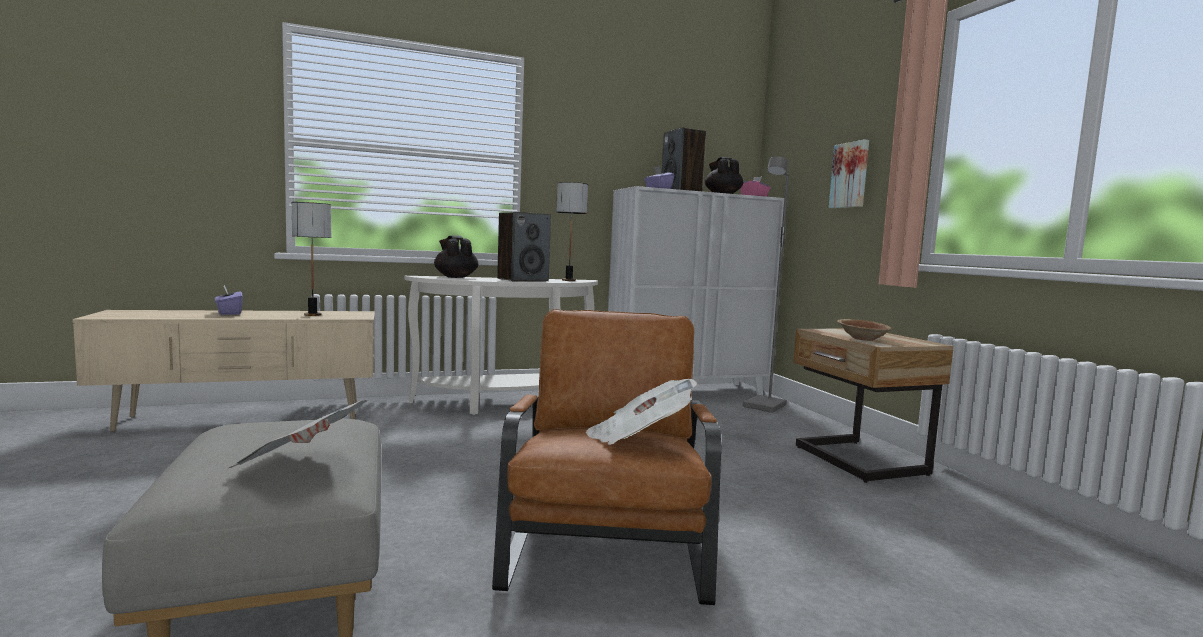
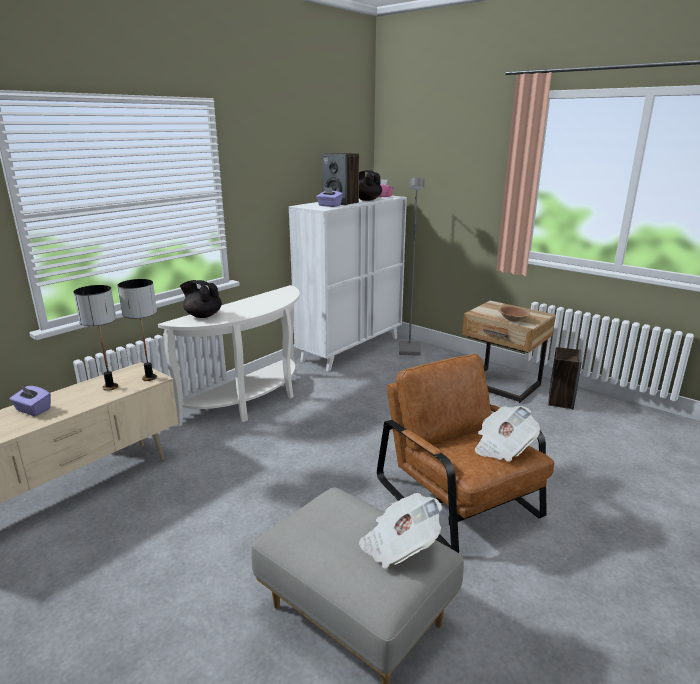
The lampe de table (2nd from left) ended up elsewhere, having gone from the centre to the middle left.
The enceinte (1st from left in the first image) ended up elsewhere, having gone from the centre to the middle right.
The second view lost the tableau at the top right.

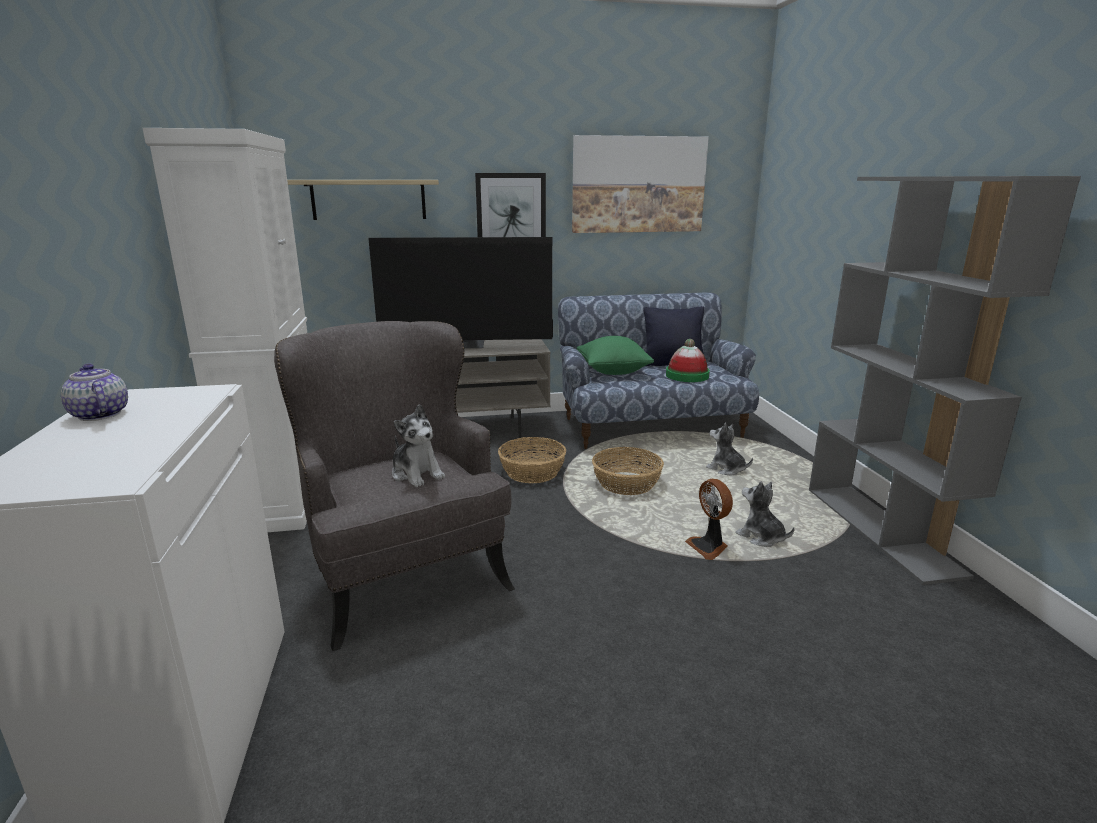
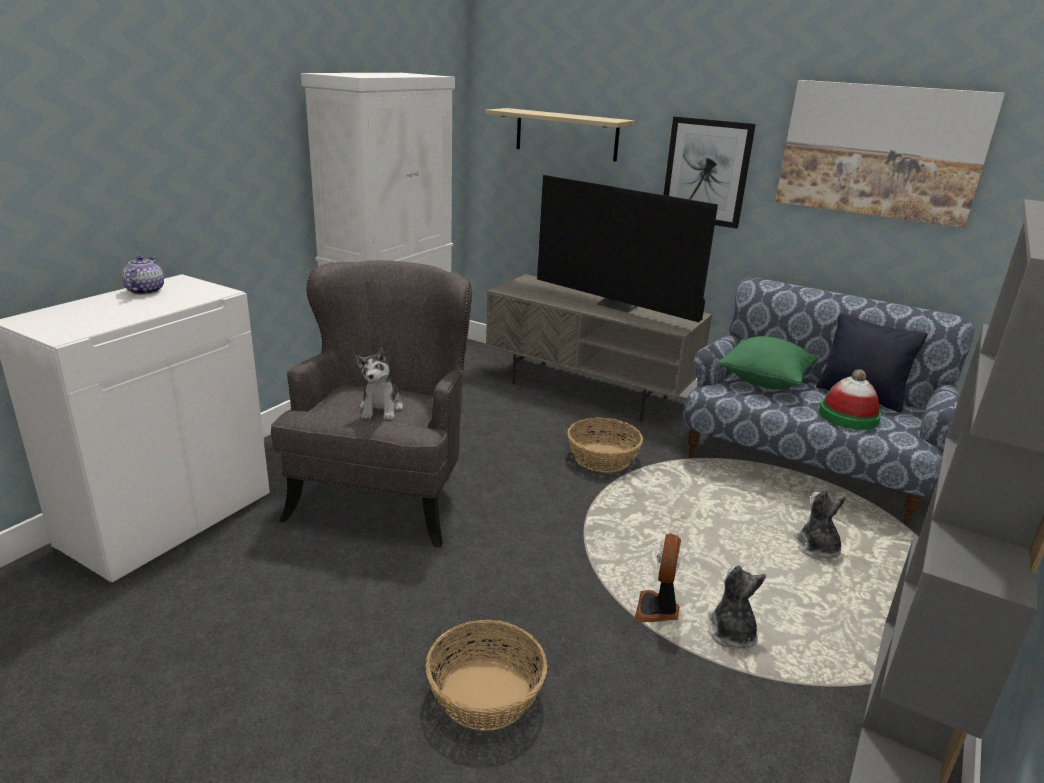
The panier (2nd from left in the first image) ended up elsewhere, having gone from the centre to the bottom centre.

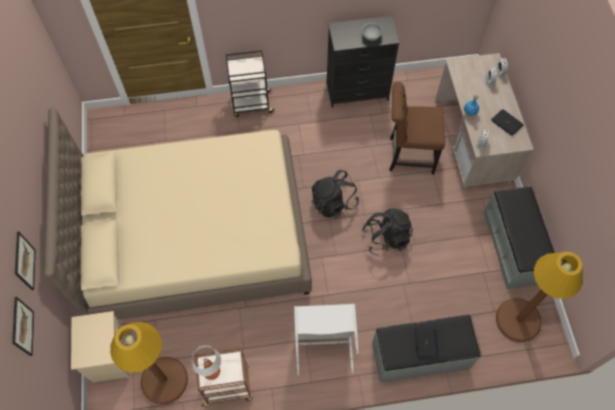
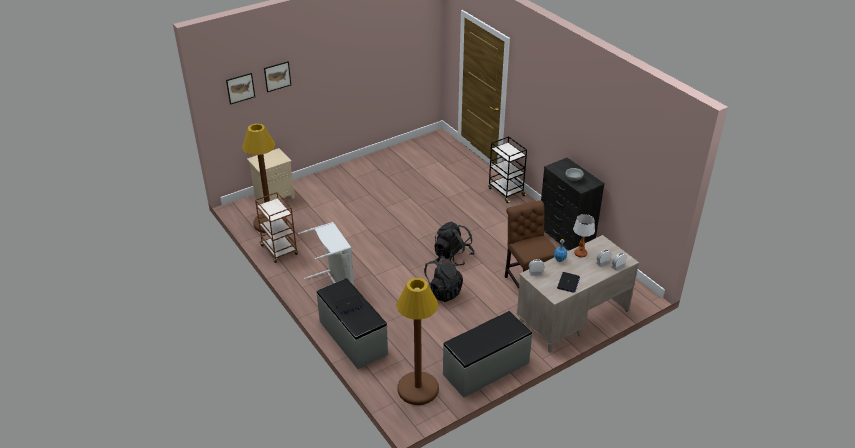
The lampe de table ended up elsewhere, having gone from the bottom centre to the middle right.
The second view lost the lit (beige) at the middle left.

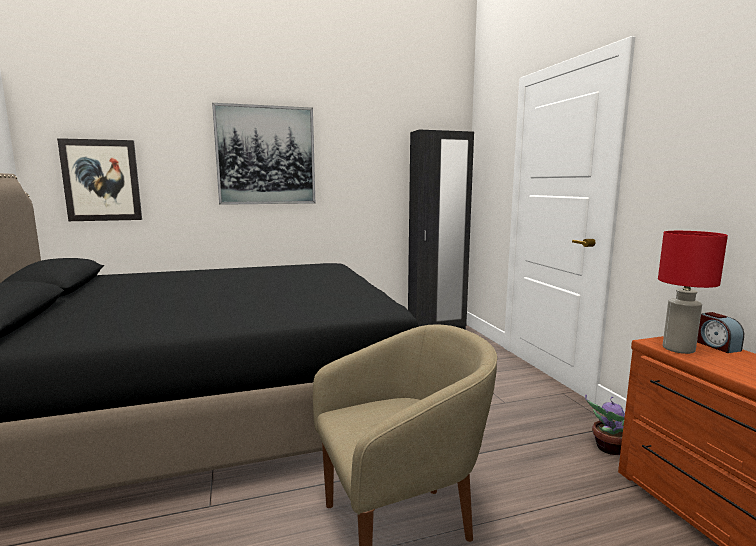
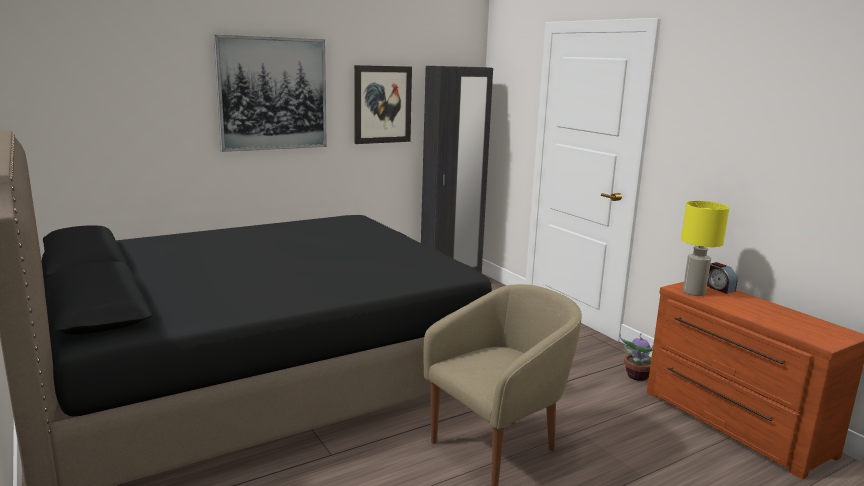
The tableau (1st from left in the first image) ended up elsewhere, having gone from the top left to the top centre.
What was the lampe de table (rouge) at the middle right turned into the lampe de table (jaune) at the middle right.

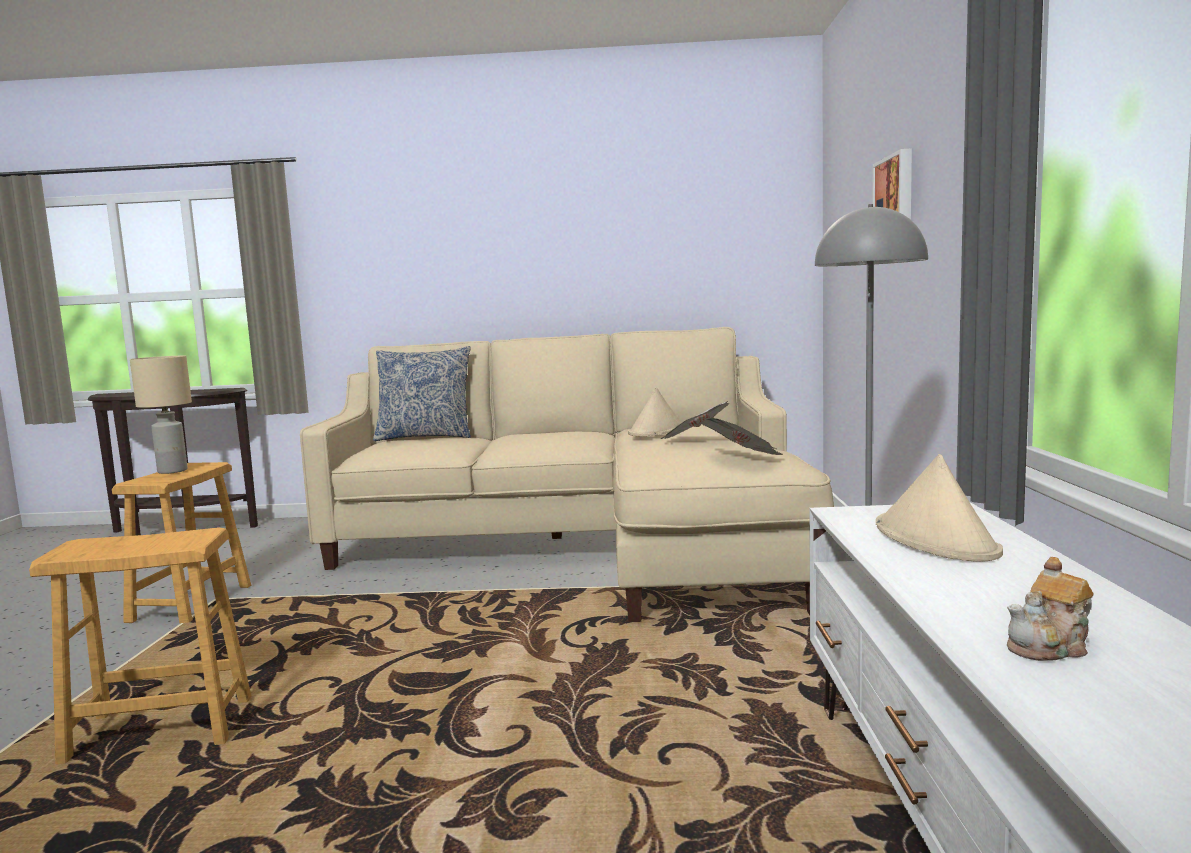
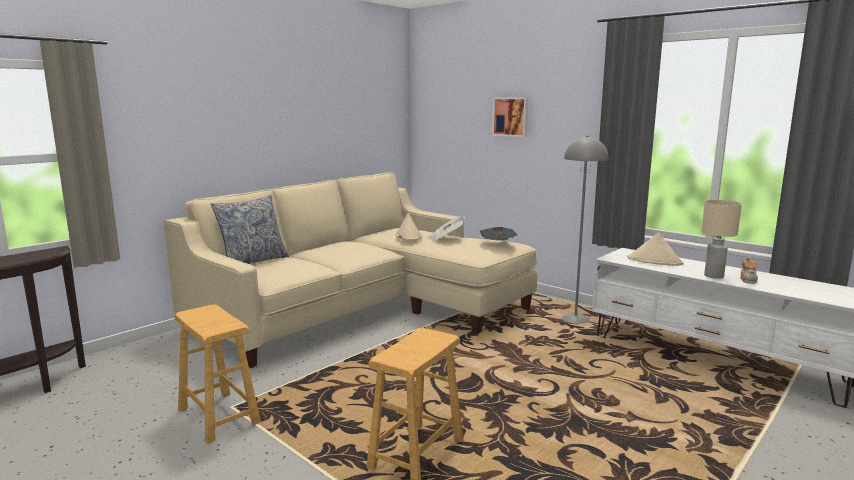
The lampe de table (beige) ended up elsewhere, having gone from the middle left to the middle right.

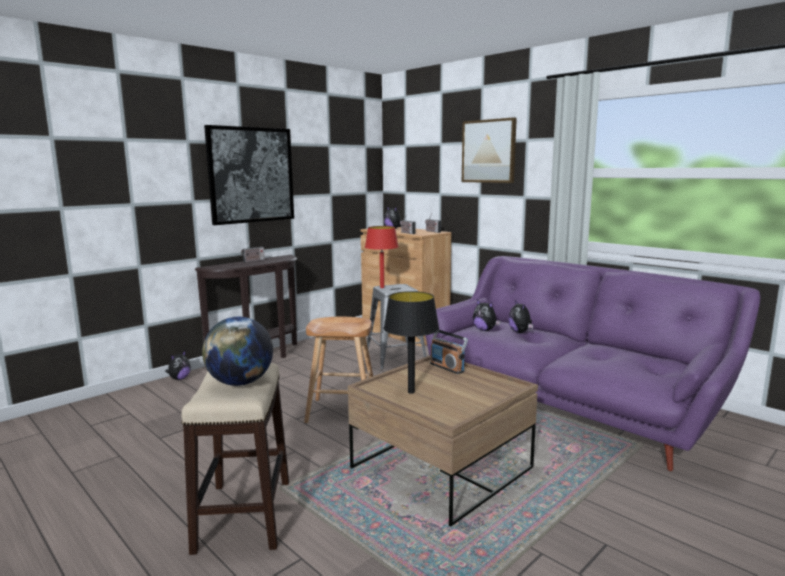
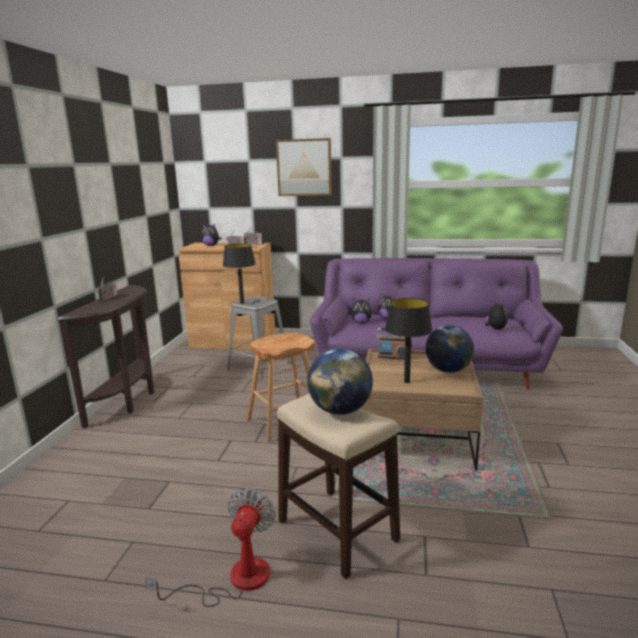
The second view gained the ventilateur at the bottom left.
What was the lampe de table (rouge) at the centre turned into the lampe de table (noir) (1st from left) at the centre.
The second view gained the globe (2nd from left) at the middle right.
The peluche (1st from left in the first image) ended up elsewhere, having gone from the middle left to the middle right.
The second view lost the tableau (1st from left) at the top left.

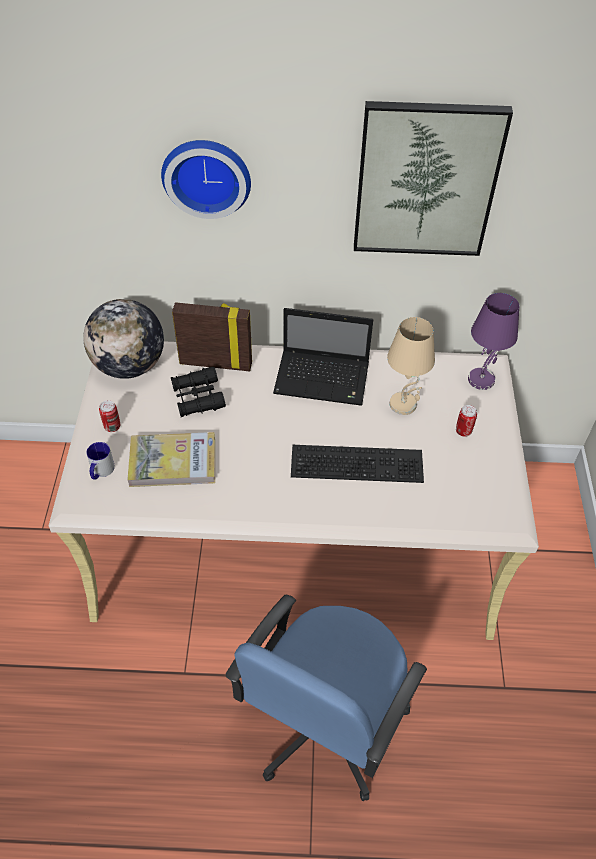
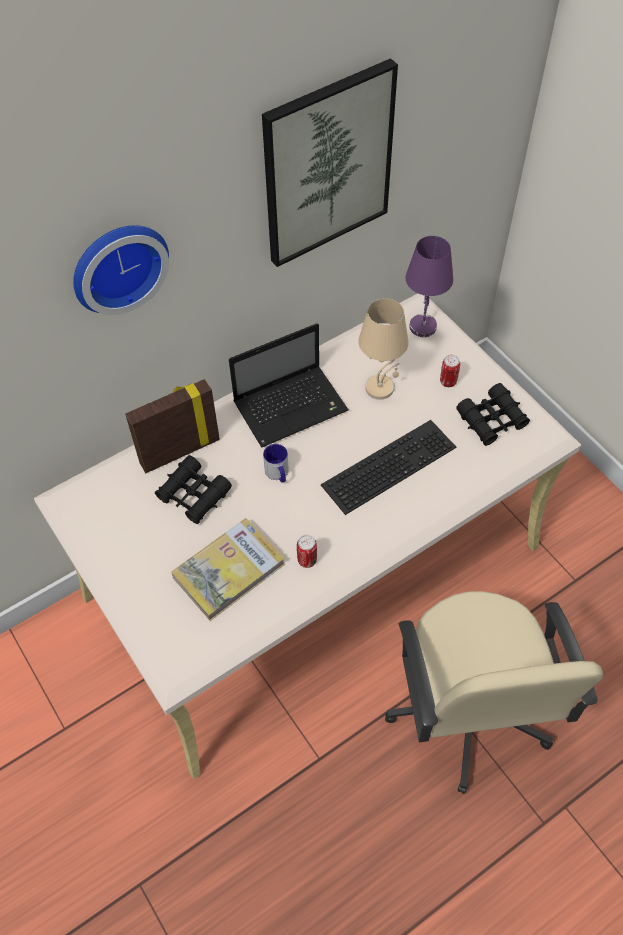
The mug ended up elsewhere, having gone from the middle left to the centre.
The boîte métallique (1st from left) ended up elsewhere, having gone from the middle left to the centre.
What was the chaise de bureau (bleu) at the bottom centre turned into the chaise de bureau (beige) at the bottom right.
The second view gained the jumelles (noir) (2nd from left) at the middle right.
The second view lost the globe at the middle left.

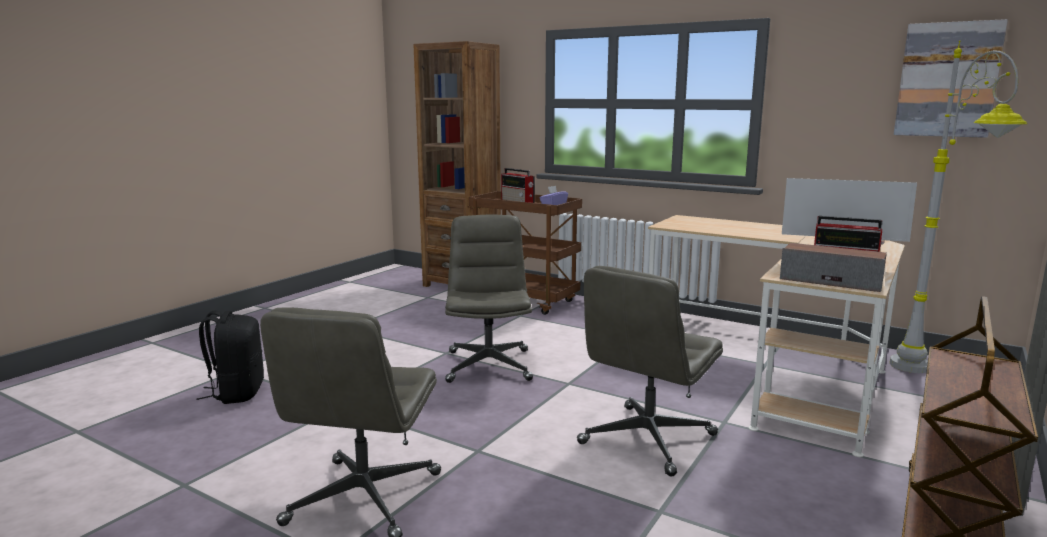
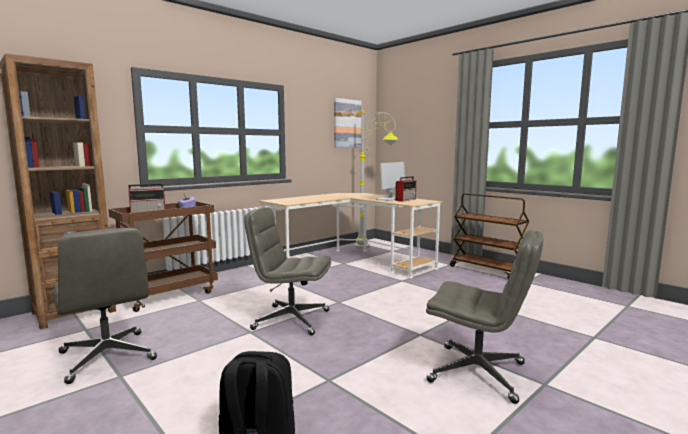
The chaise de bureau (gris) (3rd from left in the first image) ended up elsewhere, having gone from the bottom centre to the bottom left.
The second view lost the enceinte at the middle right.

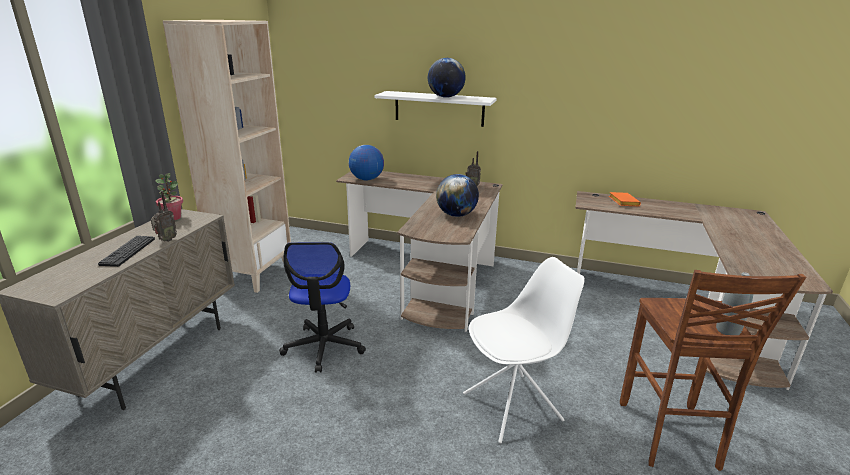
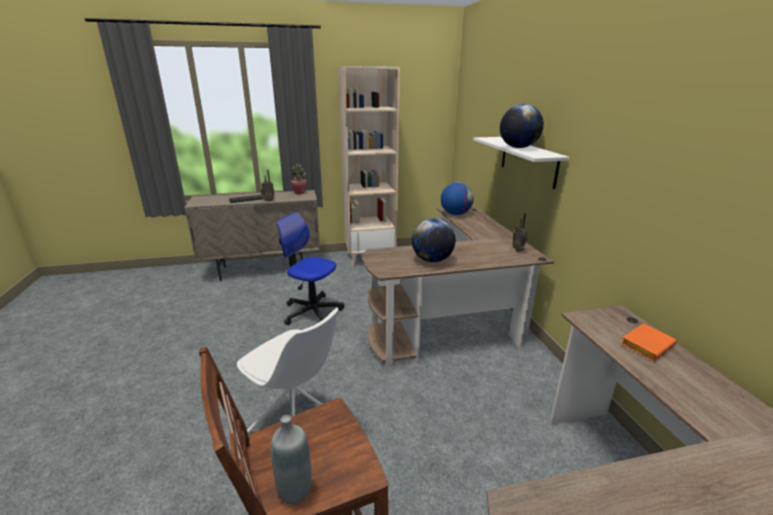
The chaise de bureau at the centre ended up facing another way, 60 degrees clockwise from before.

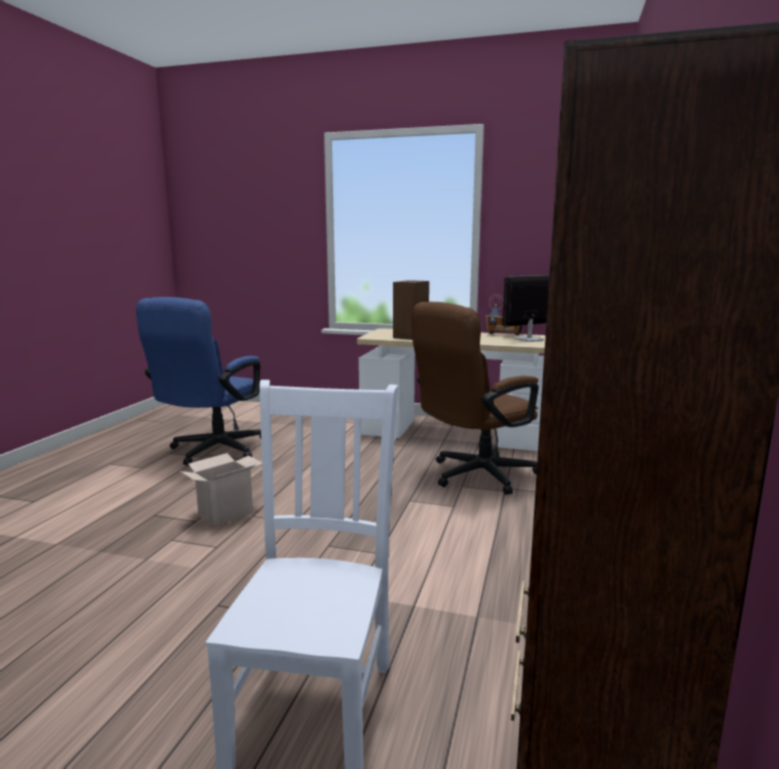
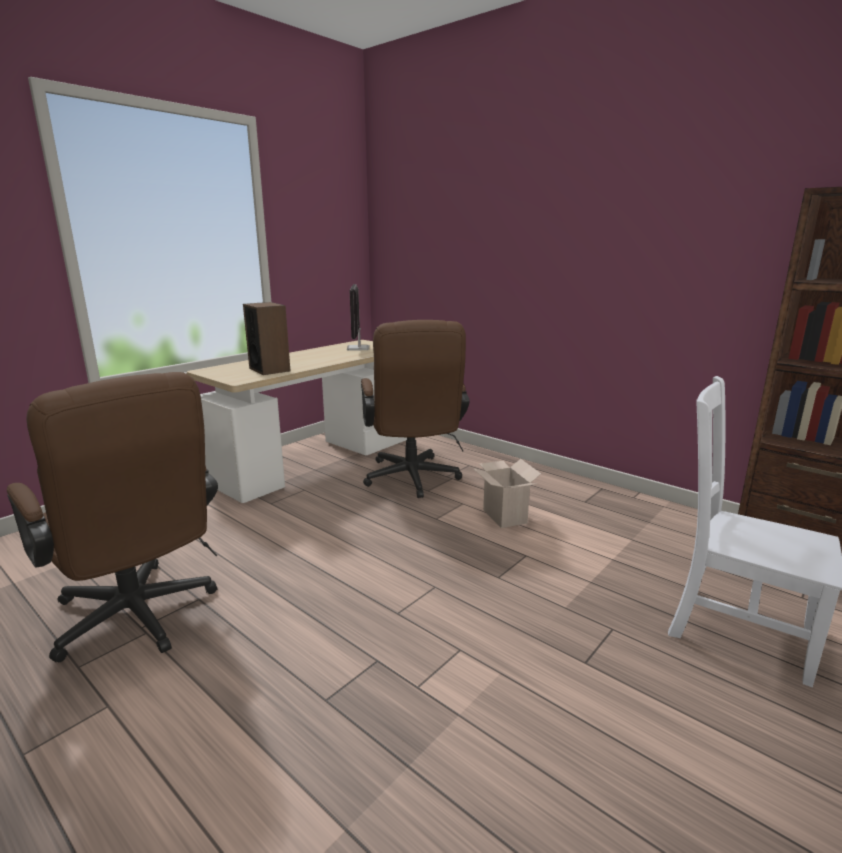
What was the chaise de bureau (bleu) at the middle left turned into the chaise de bureau (marron) (1st from left) at the middle left.
The carton ended up elsewhere, having gone from the middle left to the centre.
The second view lost the radio at the centre.

